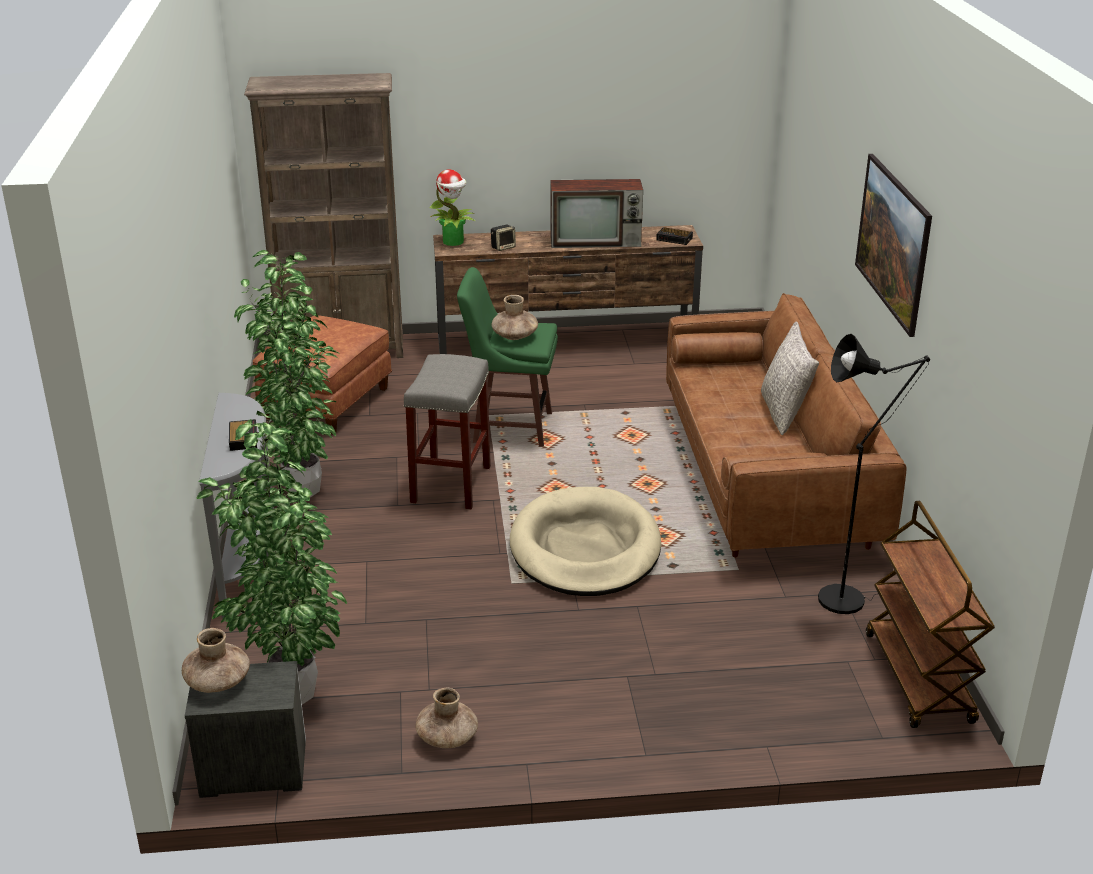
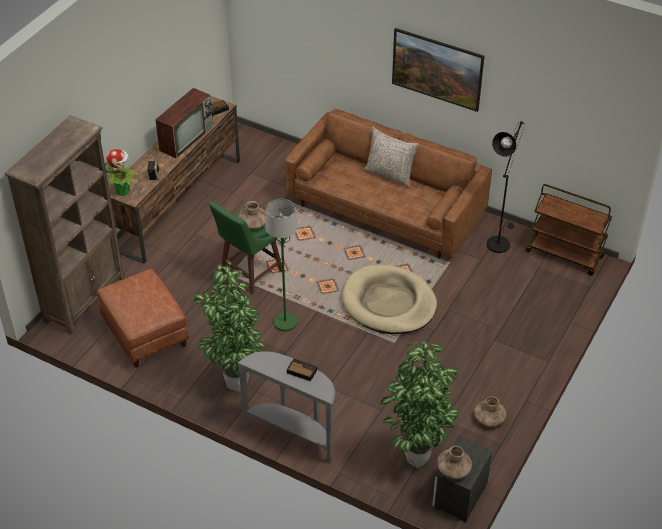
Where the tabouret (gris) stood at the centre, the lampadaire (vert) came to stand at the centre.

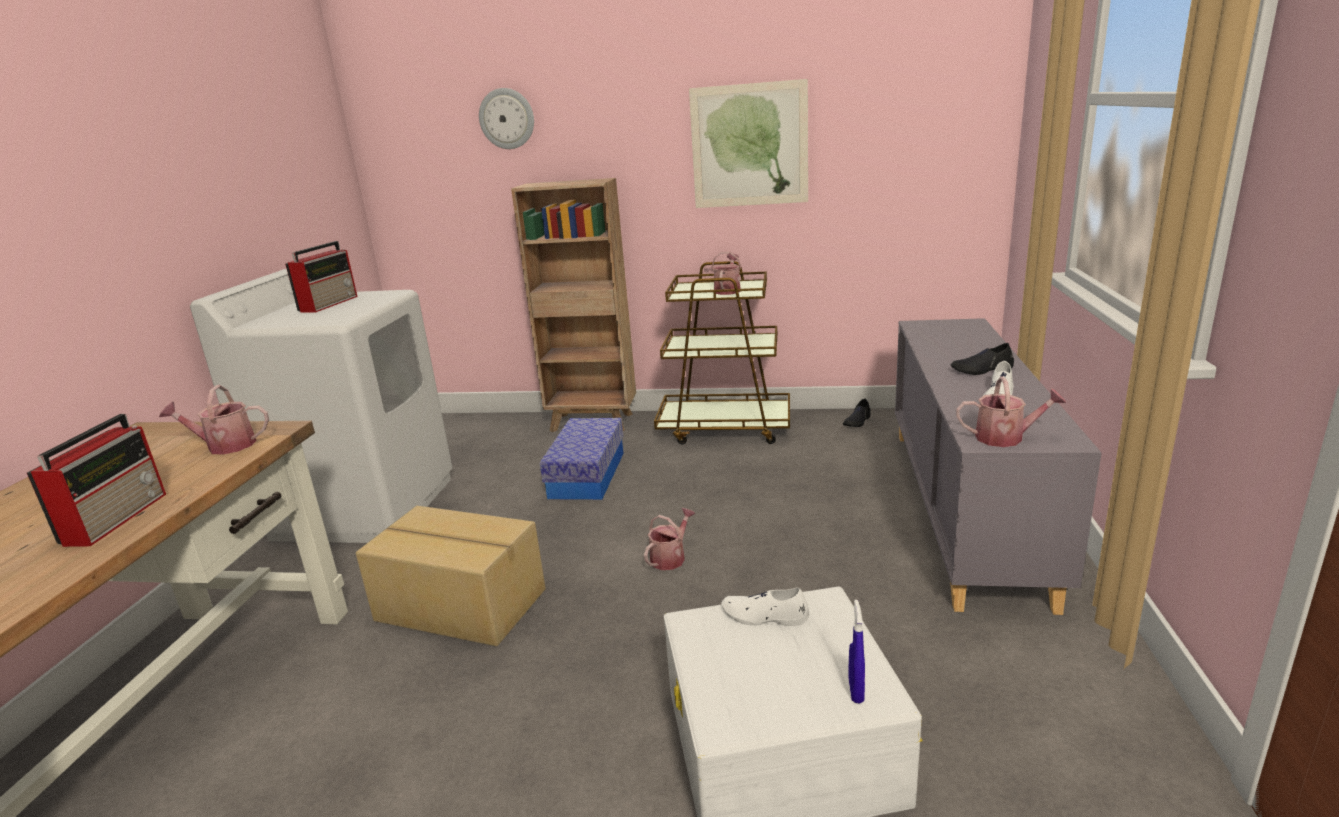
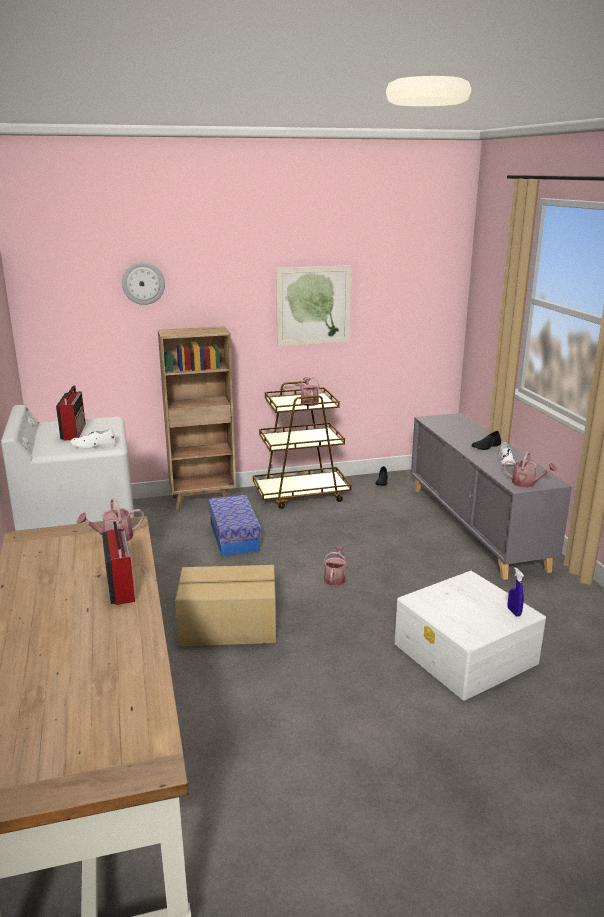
The chaussure (blanc) (1st from left) ended up elsewhere, having gone from the bottom centre to the middle left.
The arrosoir (4th from left) at the middle right ended up facing another way, 45 degrees clockwise from before.

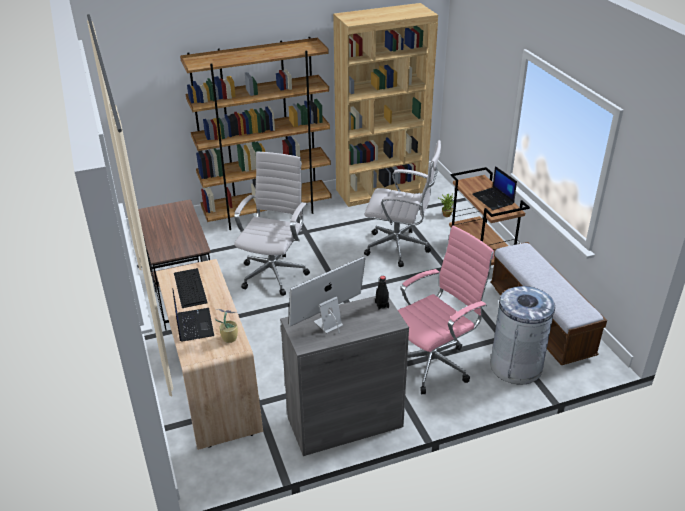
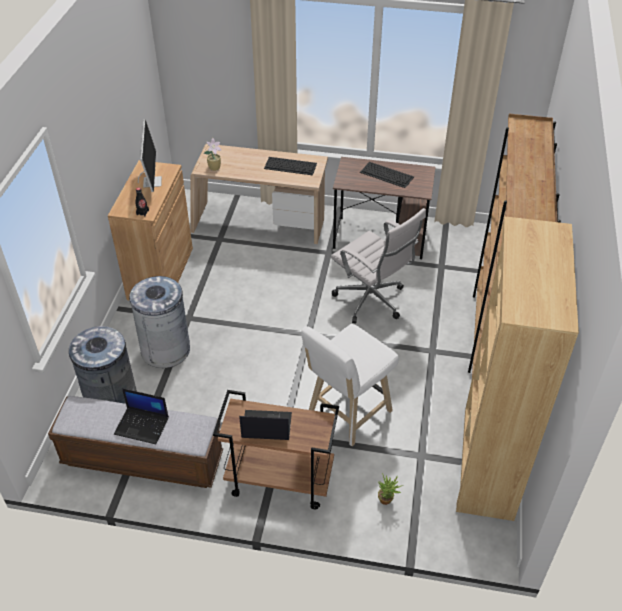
What was the meuble de rangement (gris) at the bottom centre turned into the meuble de rangement (marron) at the middle left.
The ordinateur portable (1st from left) ended up elsewhere, having gone from the middle left to the bottom left.
Where the chaise de bureau (rose) stood at the centre, the poubelle (gris) (2nd from left) came to stand at the middle left.
Where the chaise de bureau (blanc) (2nd from left) stood at the centre, the tabouret (blanc) came to stand at the centre.
The second view gained the clavier (2nd from left) at the top centre.

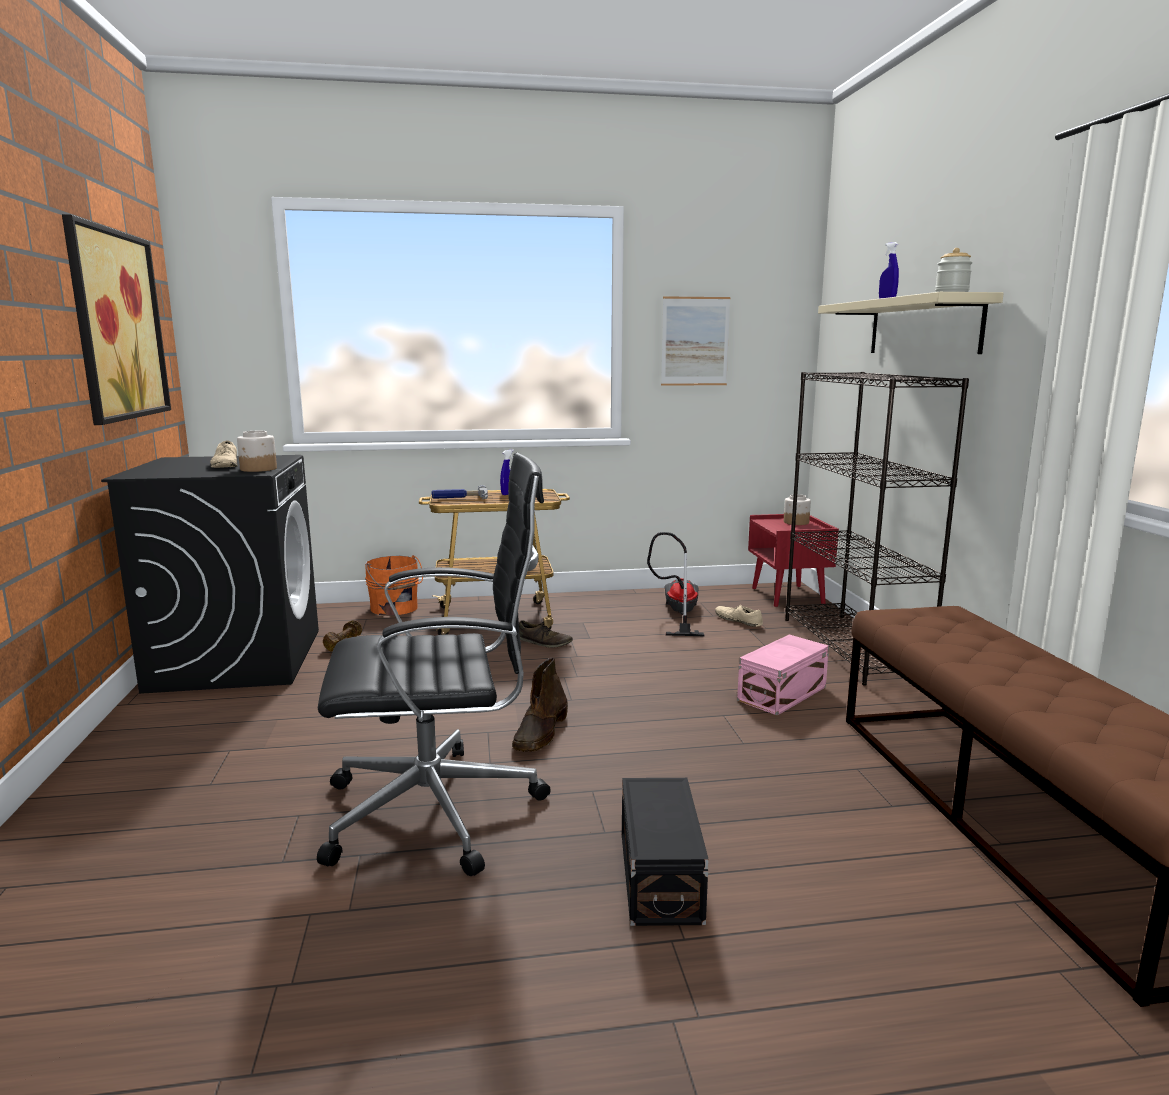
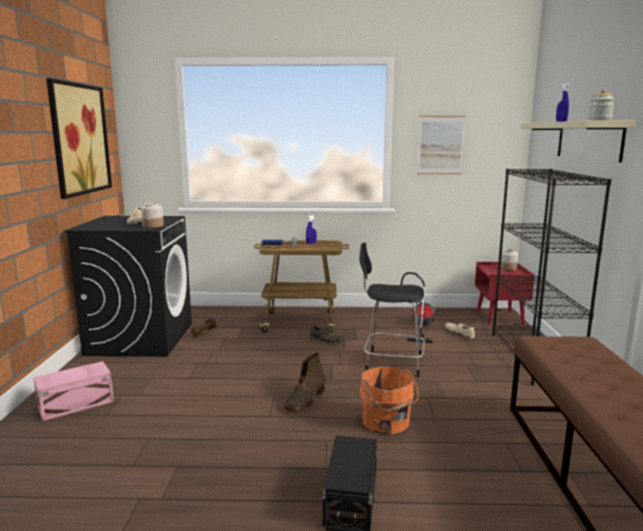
The boîte de rangement (rose) ended up elsewhere, having gone from the middle right to the bottom left.
The second view gained the tabouret (noir) at the centre.
The seau (orange) ended up elsewhere, having gone from the centre to the bottom centre.
The second view lost the chaise de bureau (noir) at the centre.

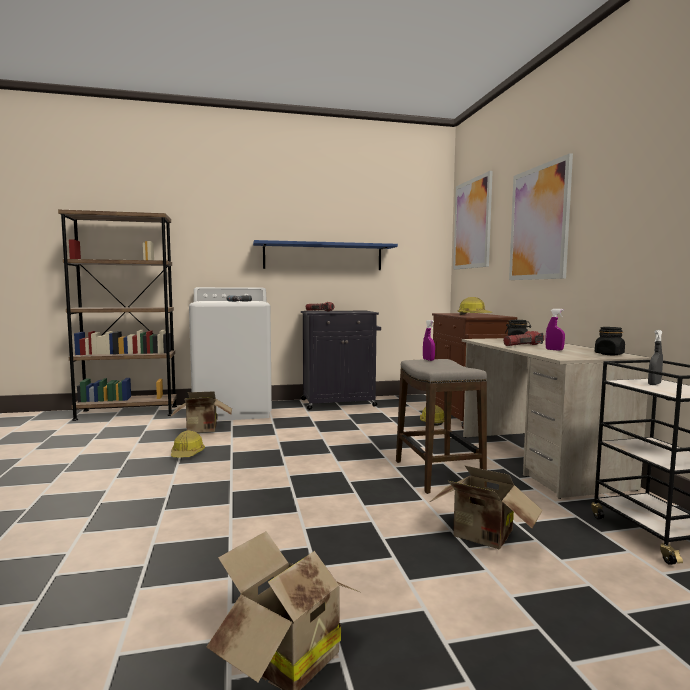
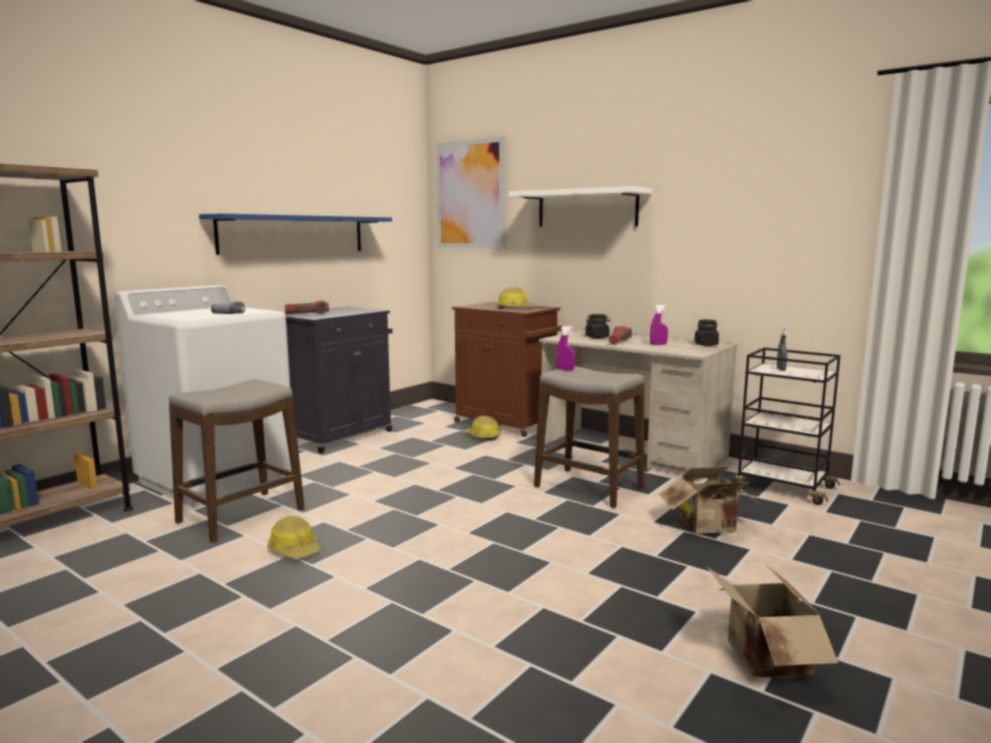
Where the carton (1st from left) stood at the middle left, the tabouret (1st from left) came to stand at the middle left.
Where the tableau (2nd from left) hung at the top right, the étagère (blanc) came to hang at the top centre.

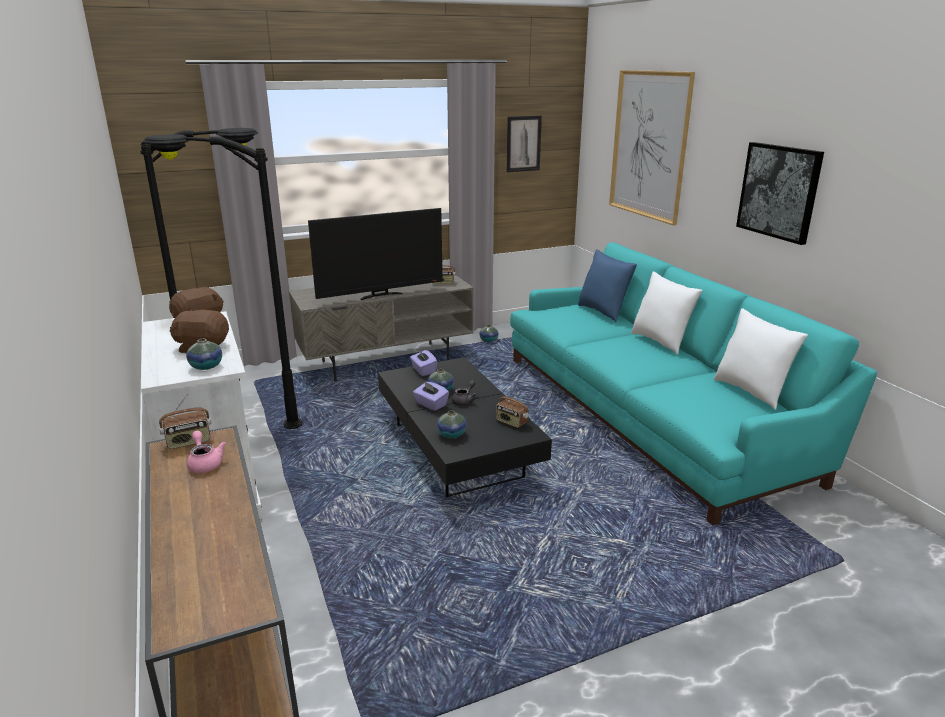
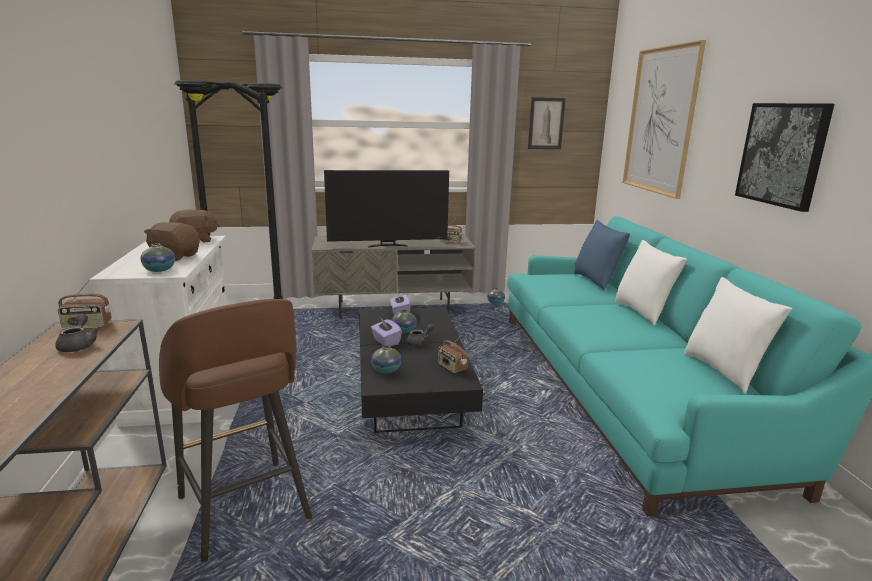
What was the théière (rose) at the middle left turned into the théière (gris) (1st from left) at the middle left.
The second view gained the tabouret (marron) at the bottom left.

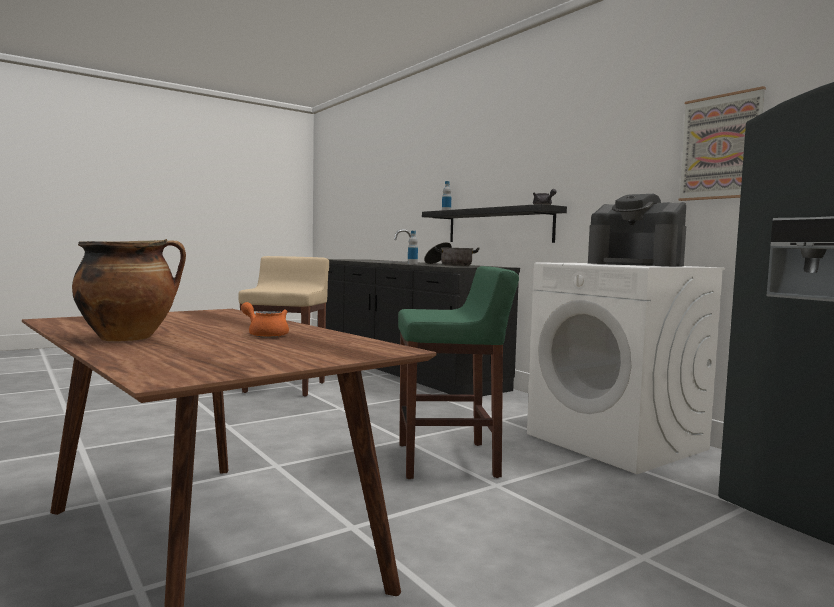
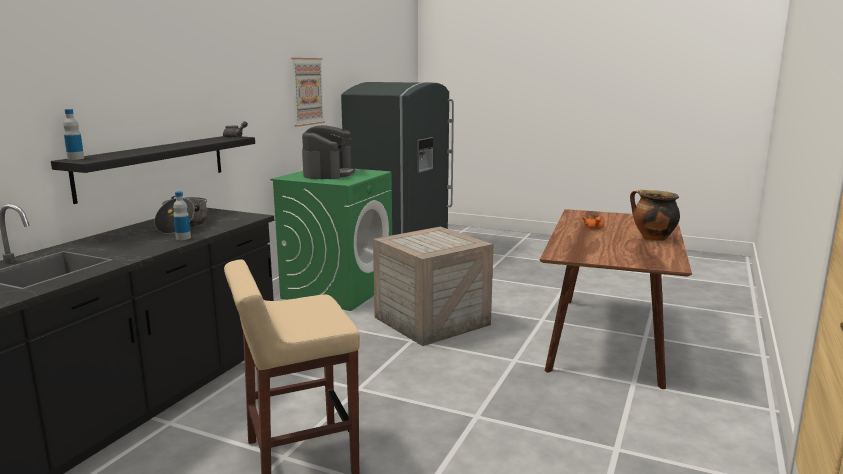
What was the lave-linge (blanc) at the middle right turned into the lave-linge (vert) at the centre.
Where the tabouret (vert) stood at the centre, the caisse came to stand at the centre.

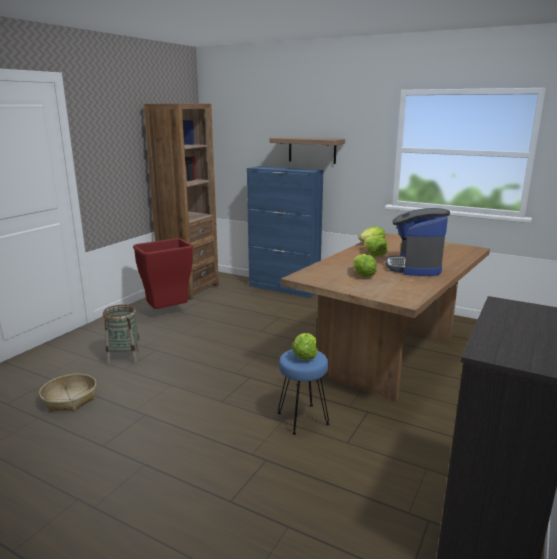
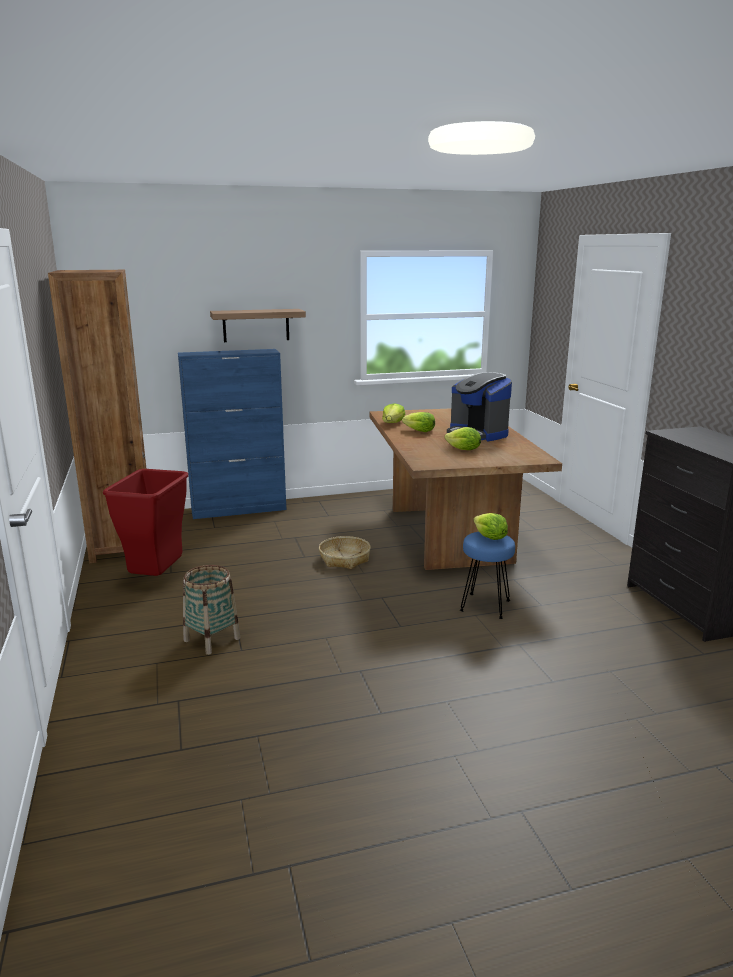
The panier (1st from left in the first image) ended up elsewhere, having gone from the bottom left to the centre.

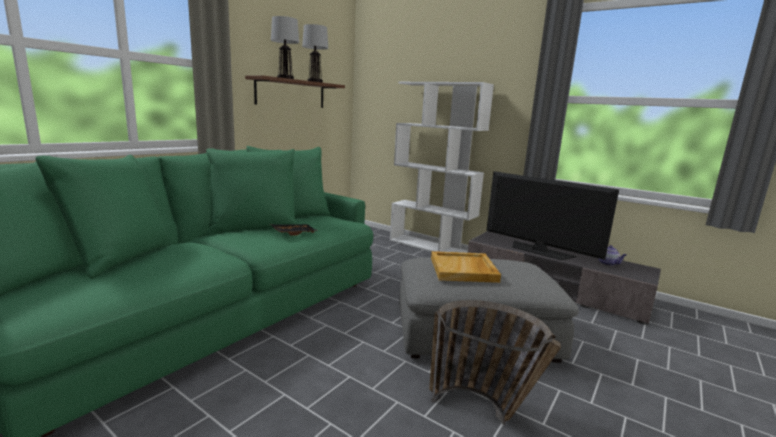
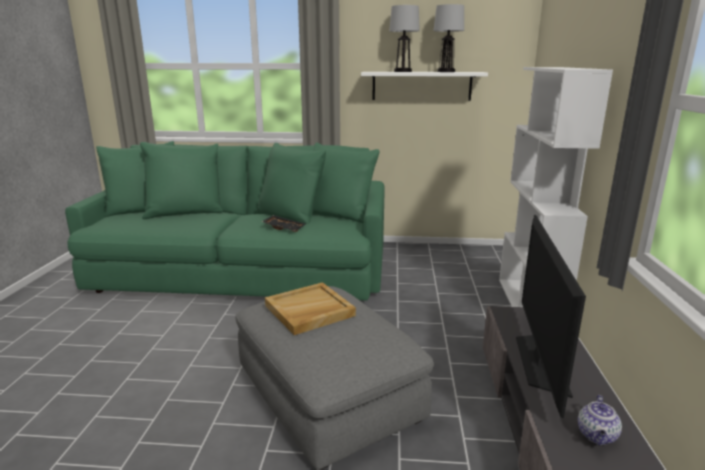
What was the étagère (marron) at the top centre turned into the étagère (blanc) at the top centre.
The second view lost the panier at the bottom centre.

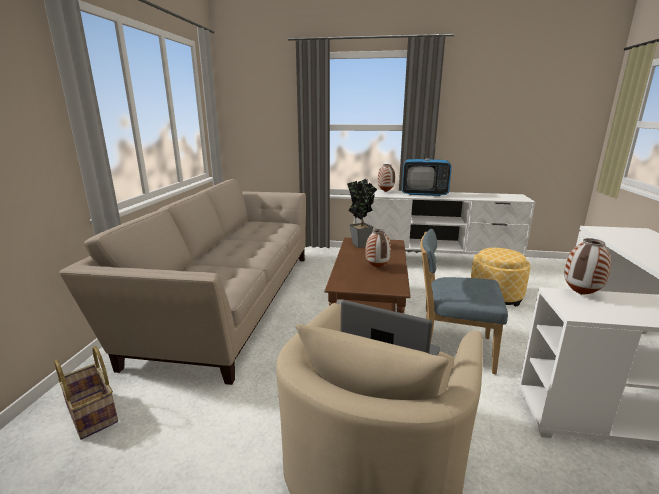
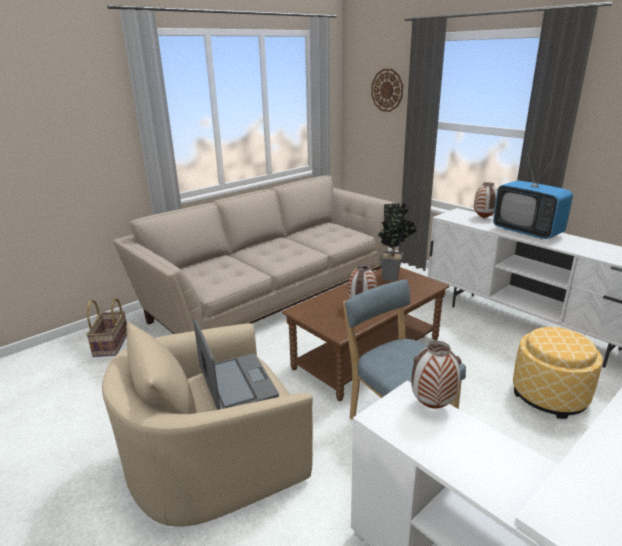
The second view gained the horloge murale at the top centre.

